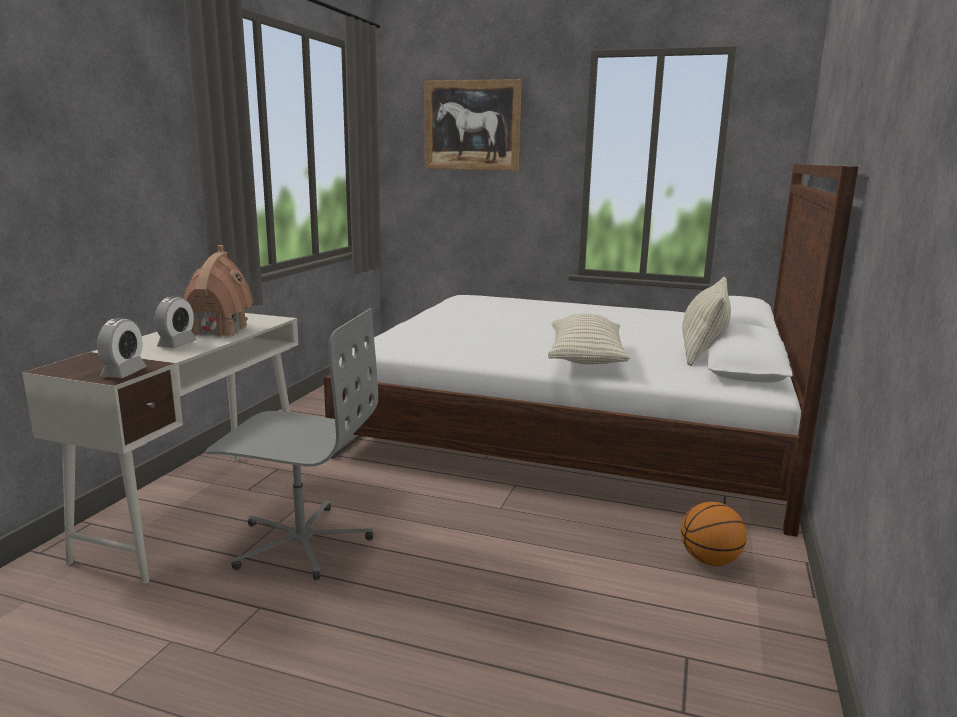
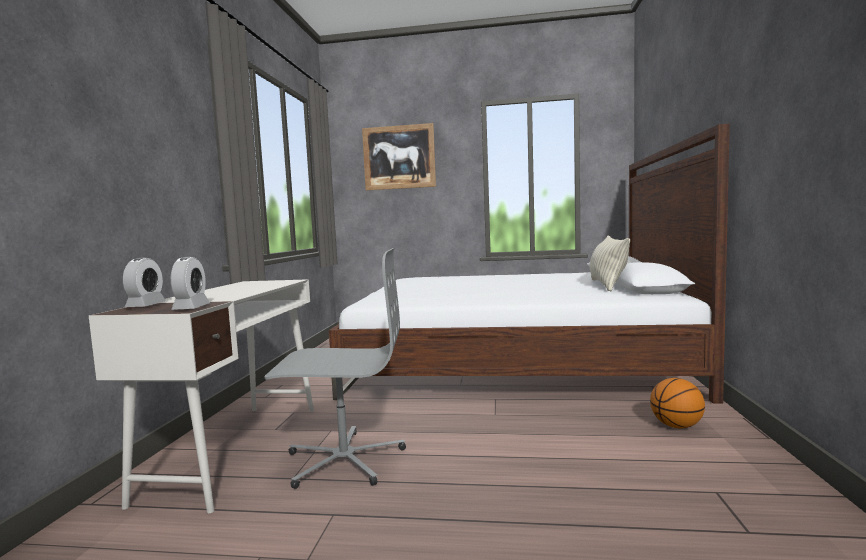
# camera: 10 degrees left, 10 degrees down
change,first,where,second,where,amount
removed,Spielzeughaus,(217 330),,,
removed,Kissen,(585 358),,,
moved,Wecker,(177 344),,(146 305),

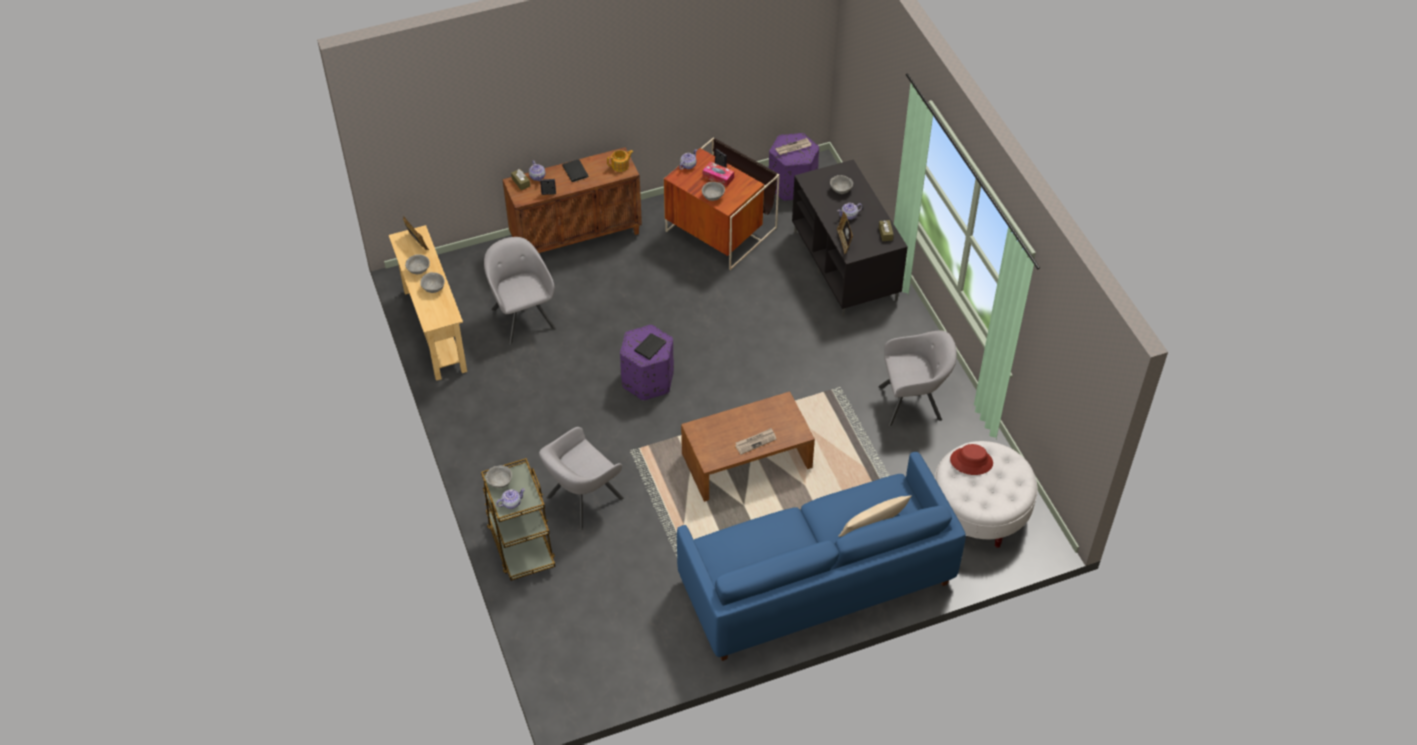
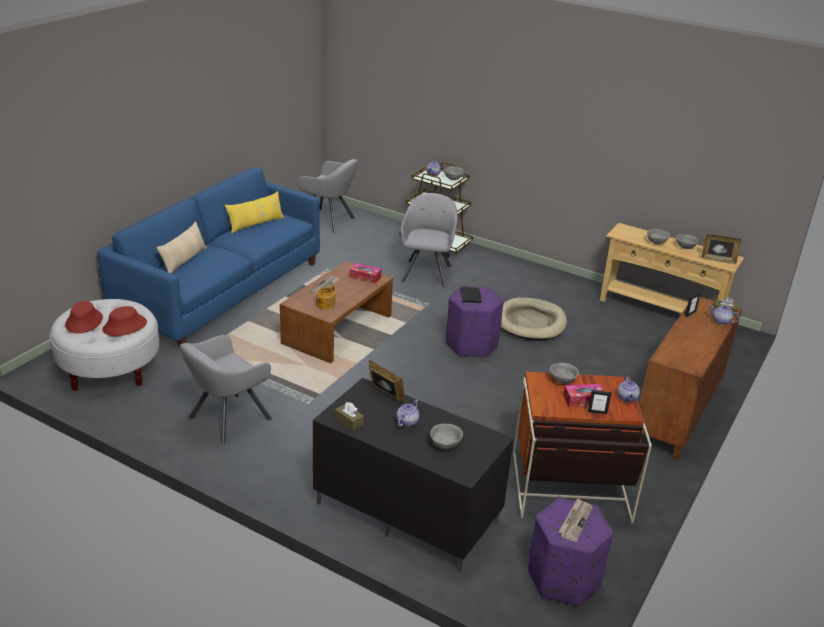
# camera: 140 degrees right, 20 degrees down
change,first,where,second,where,amount
removed,Buch (schwarz),(575 172),,,
added,,,Hut (rot),(84 321),
added,,,Kissen (gelb),(256 224),
added,,,Taschentuchbox,(365 277),
added,,,Hundebett (beige),(530 322),
moved,Sessel (grau),(522 316),,(329 221),
moved,Teekanne,(620 165),,(325 305),

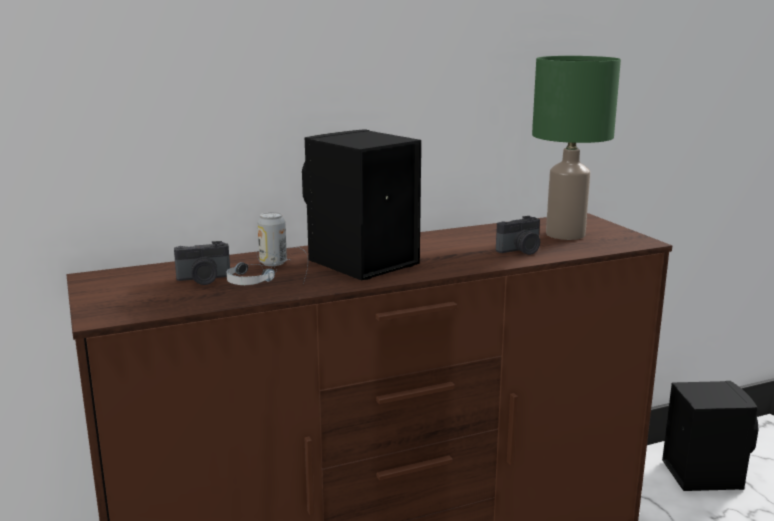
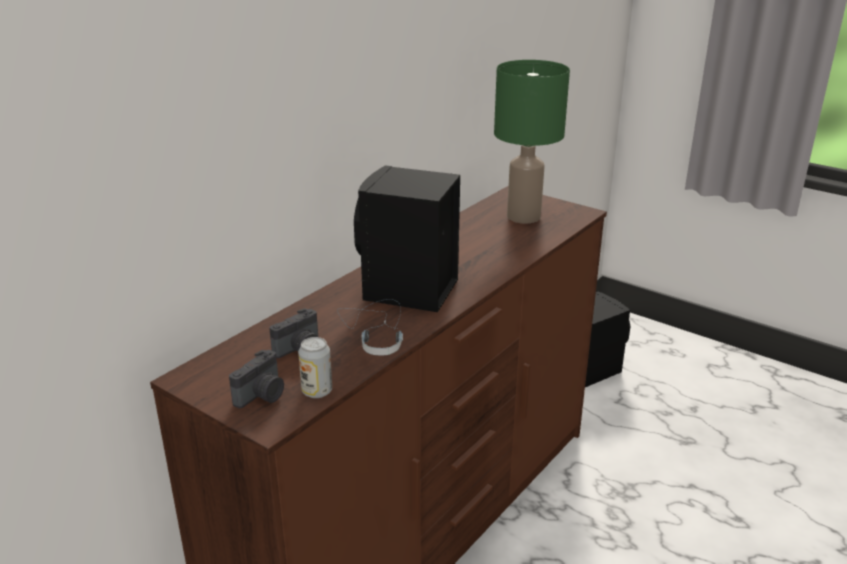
# camera: 30 degrees left, 10 degrees up
change,first,where,second,where,amount
moved,Dose,(273 263),,(317 391),
moved,Kamera,(521 251),,(262 395),

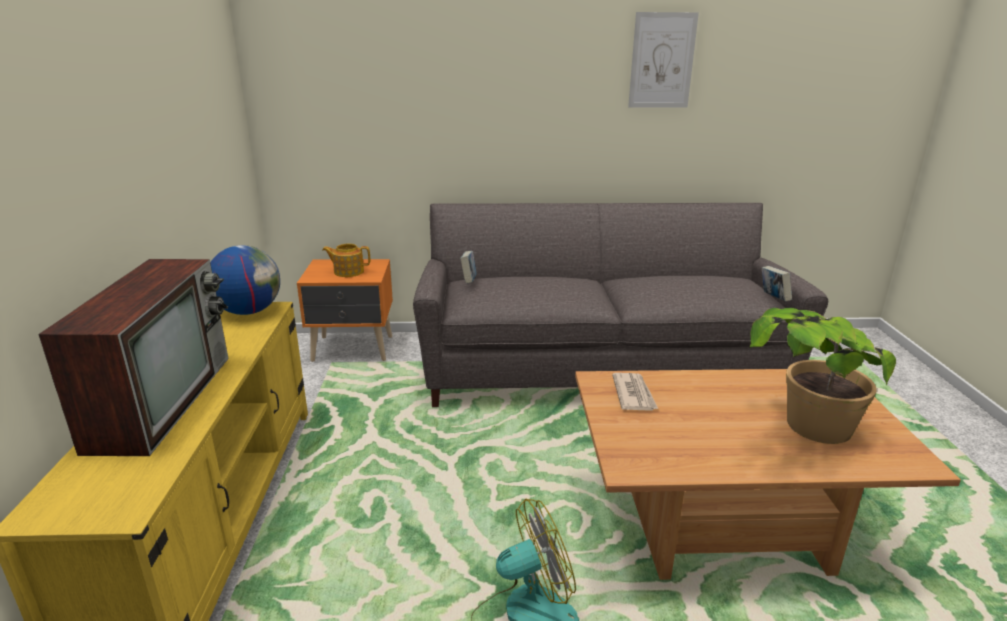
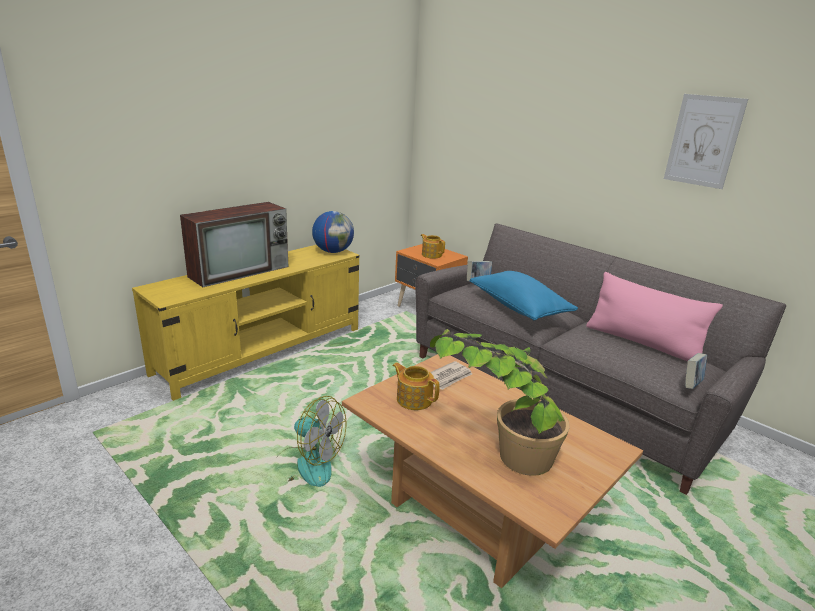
# camera: 45 degrees right, 0 degrees up
change,first,where,second,where,amount
added,,,Teekanne,(414 399),
added,,,Kissen (blau),(518 307),
added,,,Kissen (rosa),(642 343),

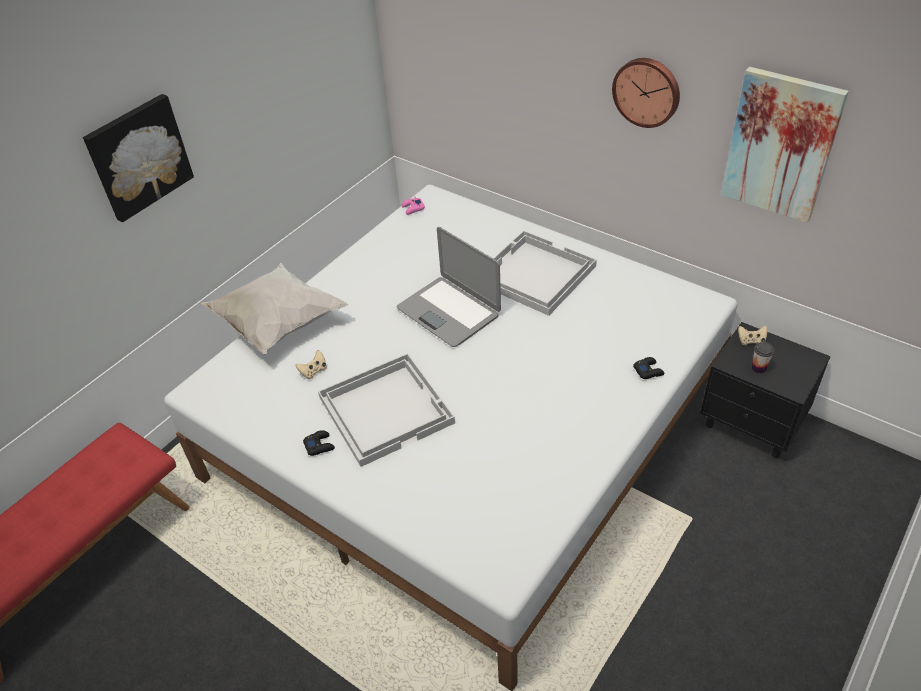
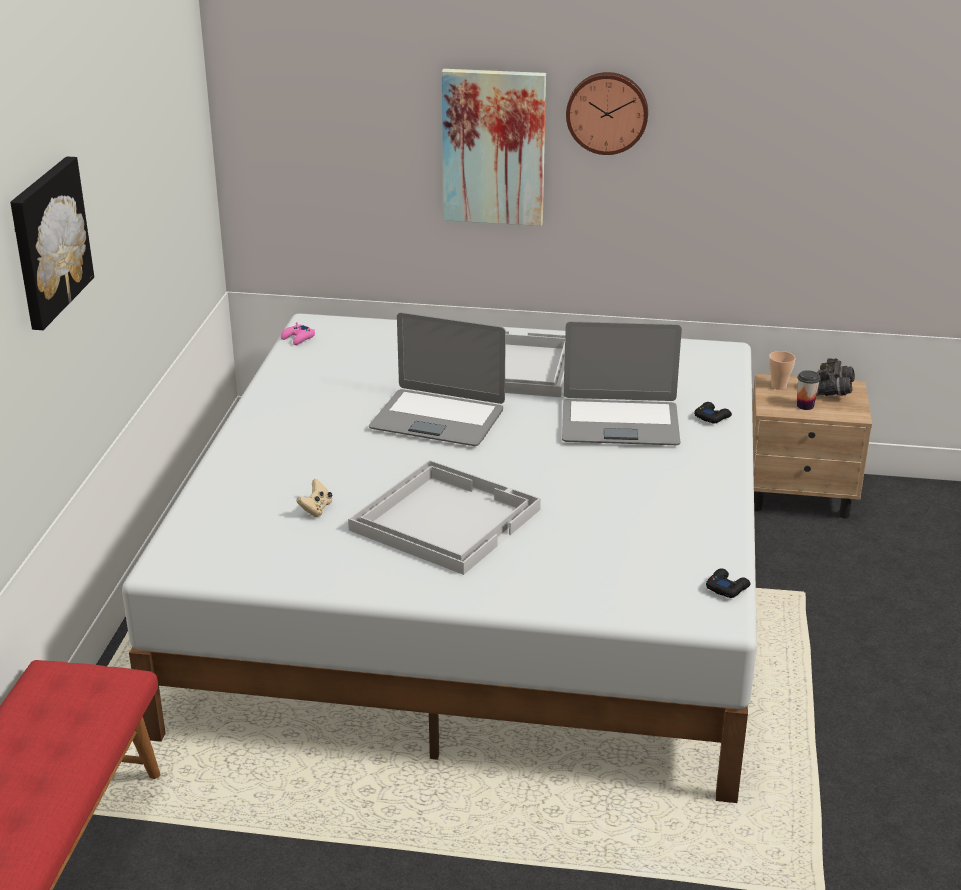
# camera: 30 degrees left, 15 degrees down
change,first,where,second,where,amount
removed,Kissen (weiß),(277 324),,,
added,,,Laptop,(620 424),
added,,,Fernglas (grau),(830 392),
moved,Gamepad (schwarz),(319 445),,(727 588),
moved,Bild,(781 145),,(494 147),
replaced,Gamepad (beige),(751 341),Tasse,(778 386),
recoloured,Nachttisch (schwarz),(753 423),Nachttisch (beige),(800 495),

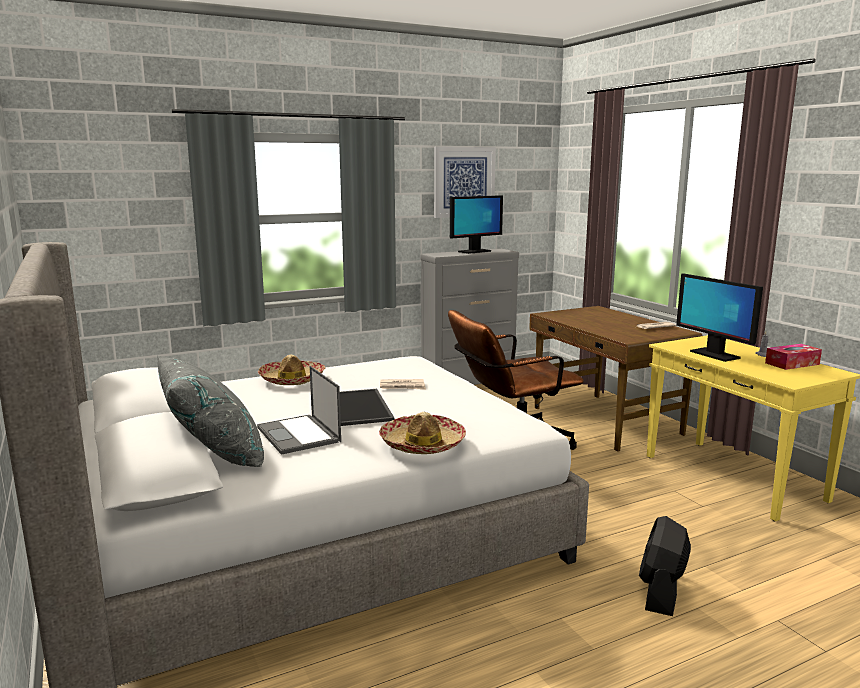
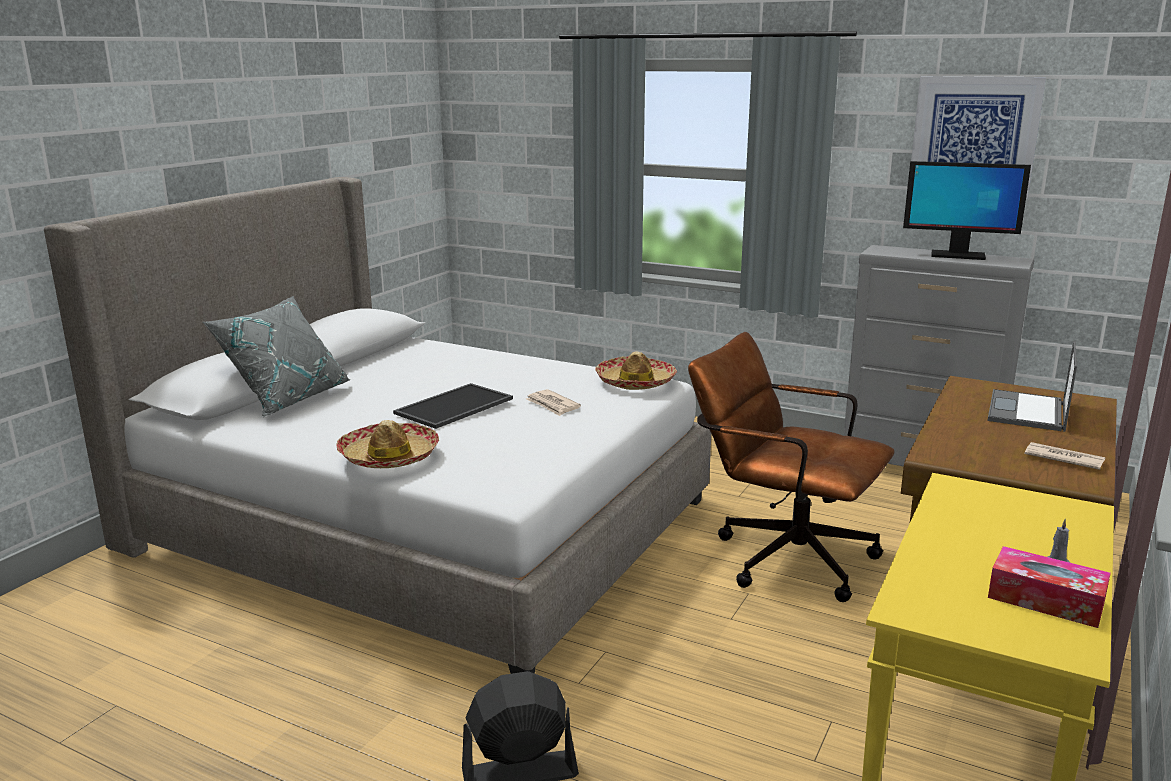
# camera: 55 degrees right, 5 degrees up
change,first,where,second,where,amount
removed,Monitor,(714 355),,,
moved,Laptop,(299 435),,(1027 412),
moved,Hut,(292 380),,(635 382),

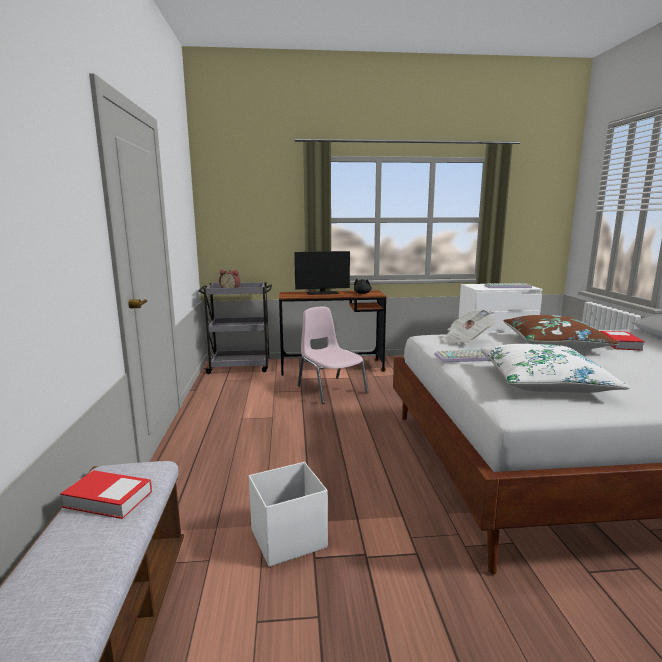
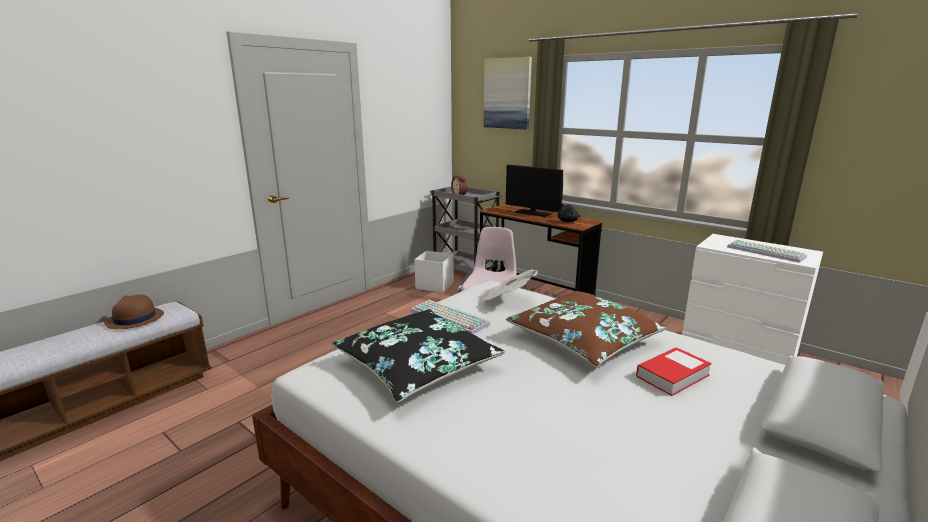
# camera: 45 degrees right, 5 degrees up
change,first,where,second,where,amount
added,,,Bild,(507 93),
moved,Aufbewahrungsbox (weiß),(287 539),,(434 286),
replaced,Buch,(108 499),Hut (braun),(134 319),
recoloured,Kissen (weiß),(544 382),Kissen (schwarz),(417 365),

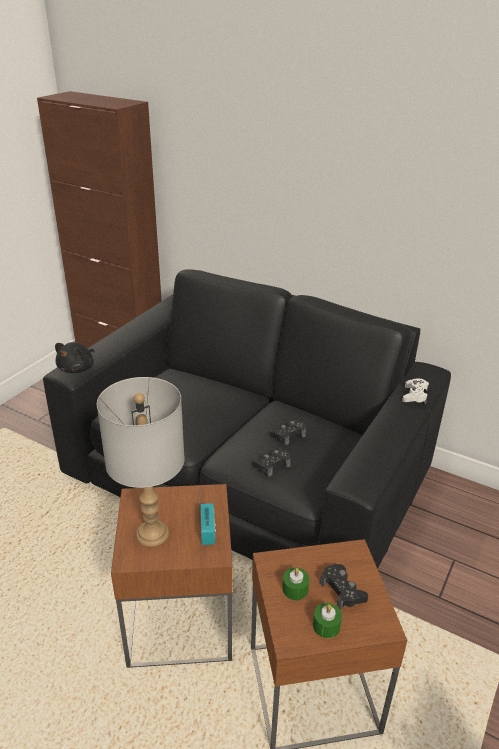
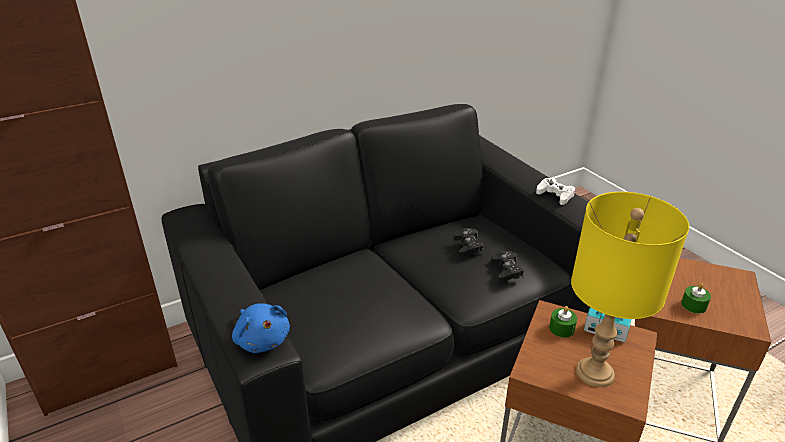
# camera: 60 degrees left, 0 degrees up
change,first,where,second,where,amount
removed,Gamepad (schwarz),(342 590),,,
moved,Kerze (grün),(326 625),,(561 328),
moved,Gamepad (weiß),(415 395),,(555 195),
recoloured,Plüschtier (schwarz),(77 368),Plüschtier (blau),(262 339),
recoloured,Tischlampe (grau),(152 534),Tischlampe (gelb),(595 372),

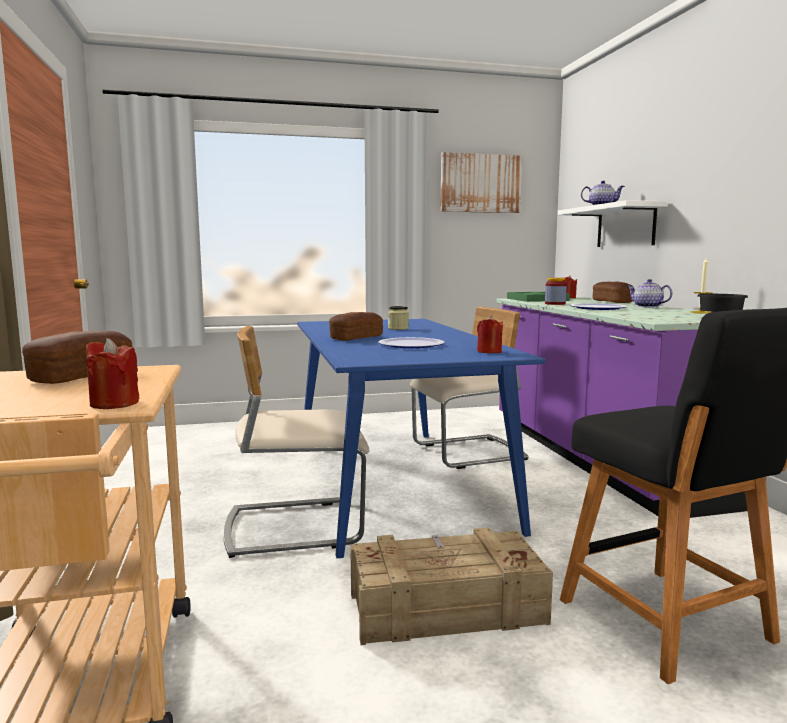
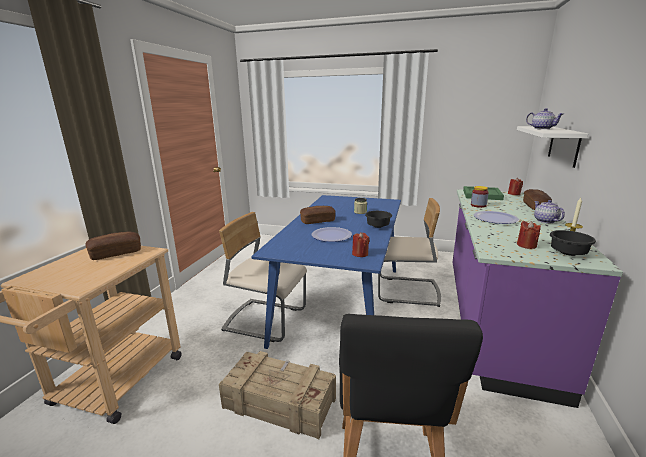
# camera: 30 degrees right, 10 degrees up
change,first,where,second,where,amount
removed,Bild,(480 183),,,
added,,,Schüssel (schwarz),(378 226),
moved,Kerze (rot),(114 403),,(526 245),

